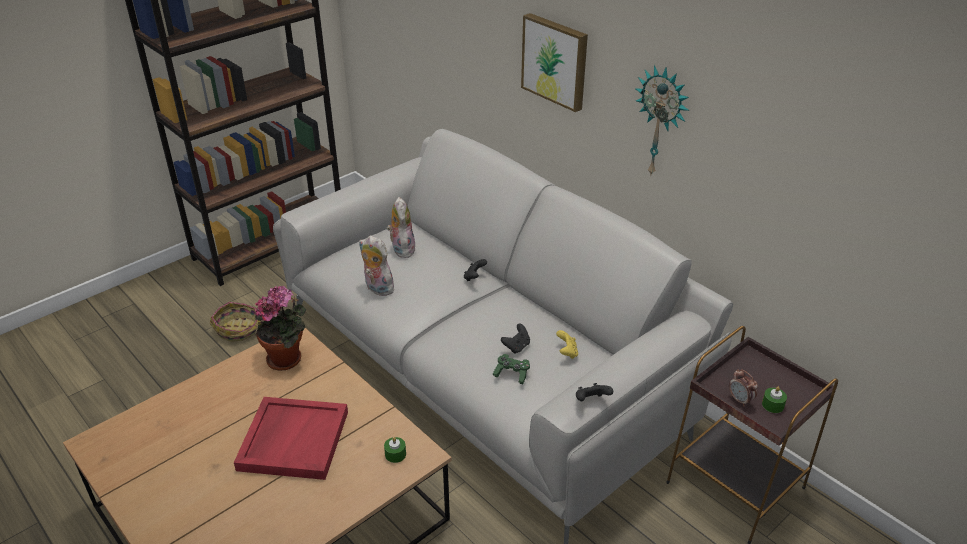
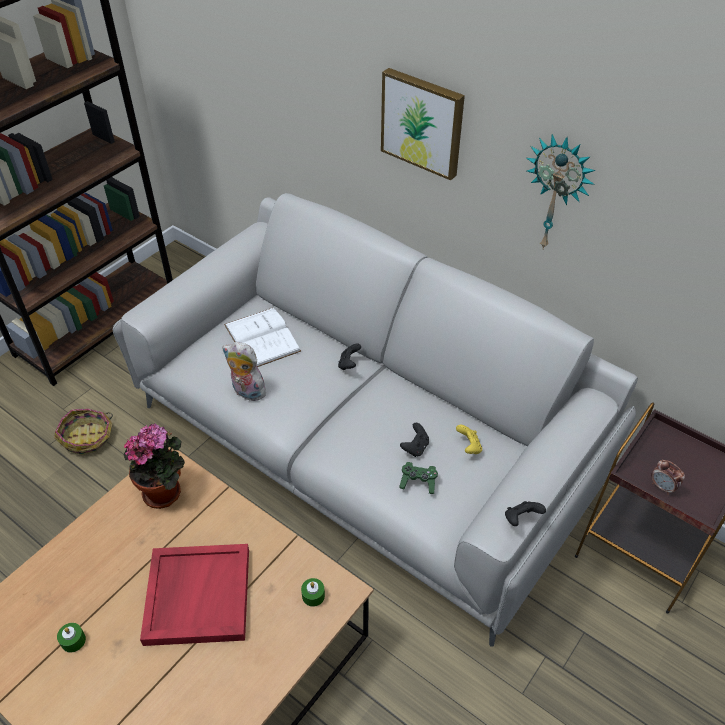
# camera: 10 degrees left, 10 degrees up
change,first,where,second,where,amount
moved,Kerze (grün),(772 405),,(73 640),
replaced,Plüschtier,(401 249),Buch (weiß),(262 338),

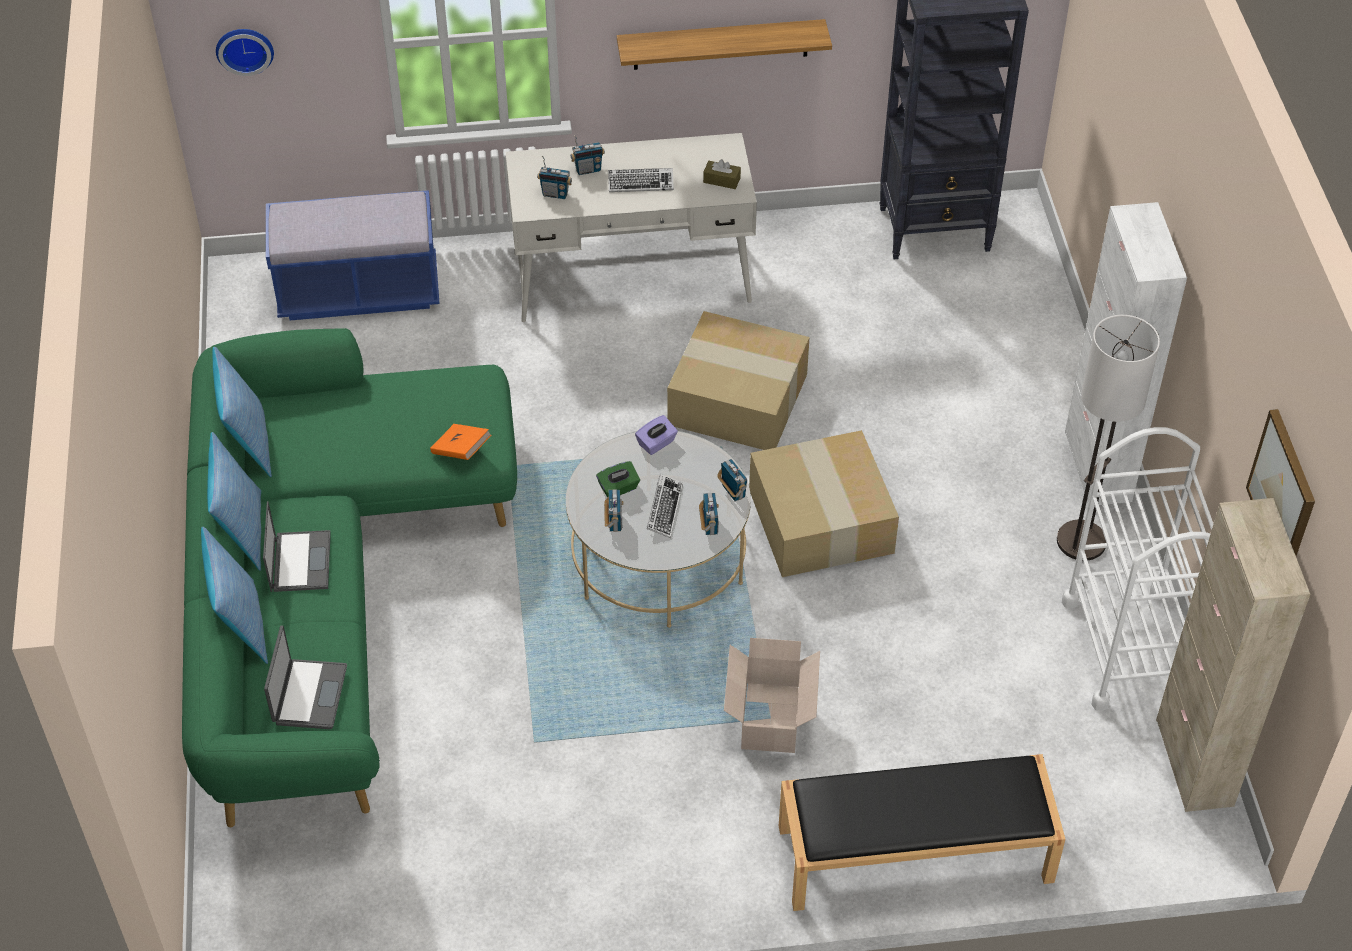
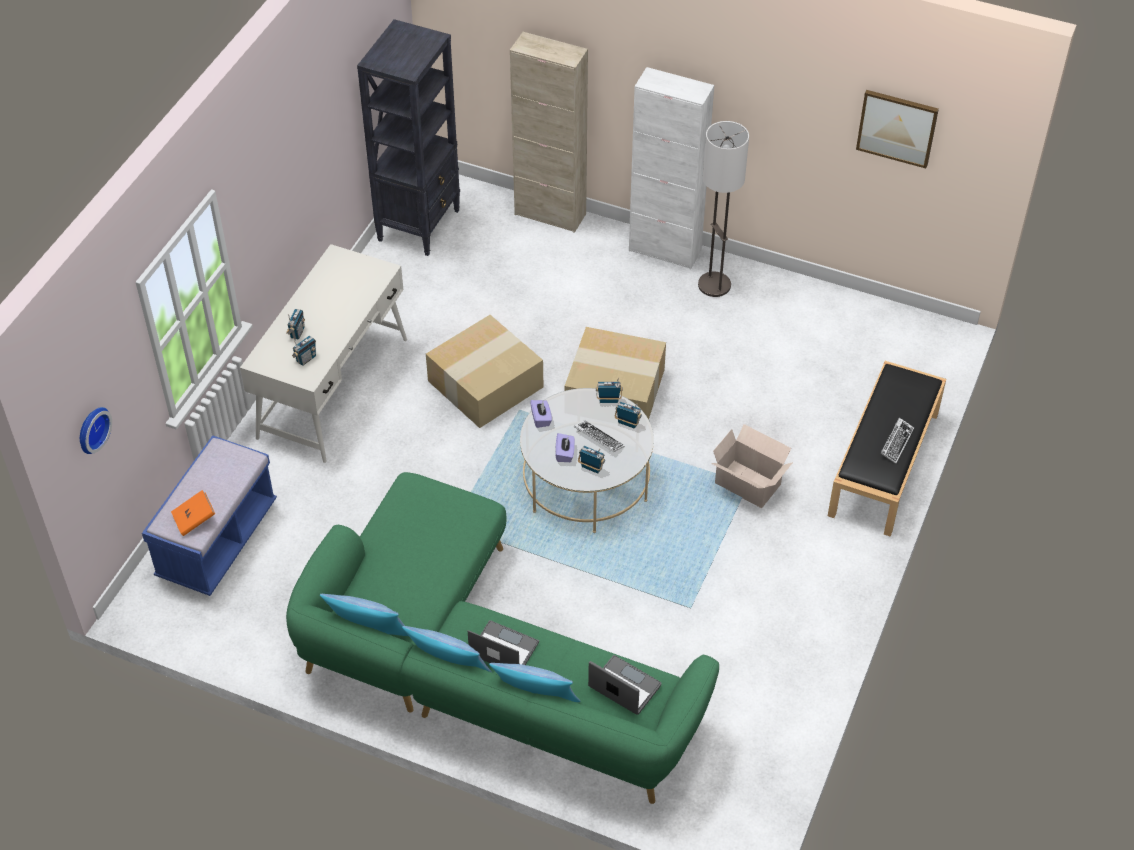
# camera: 60 degrees left, 0 degrees up
change,first,where,second,where,amount
removed,Wandregal,(721 44),,,
removed,Taschentuchbox (braun),(721 180),,,
removed,Rollwagen (weiß),(1129 647),,,
moved,Buch (orange),(461 451),,(194 519),
moved,Tastatur,(640 183),,(896 443),
moved,Schrank (beige),(1194 762),,(550 214),
recoloured,Taschentuchbox (grün),(618 488),Taschentuchbox (lila),(565 453),

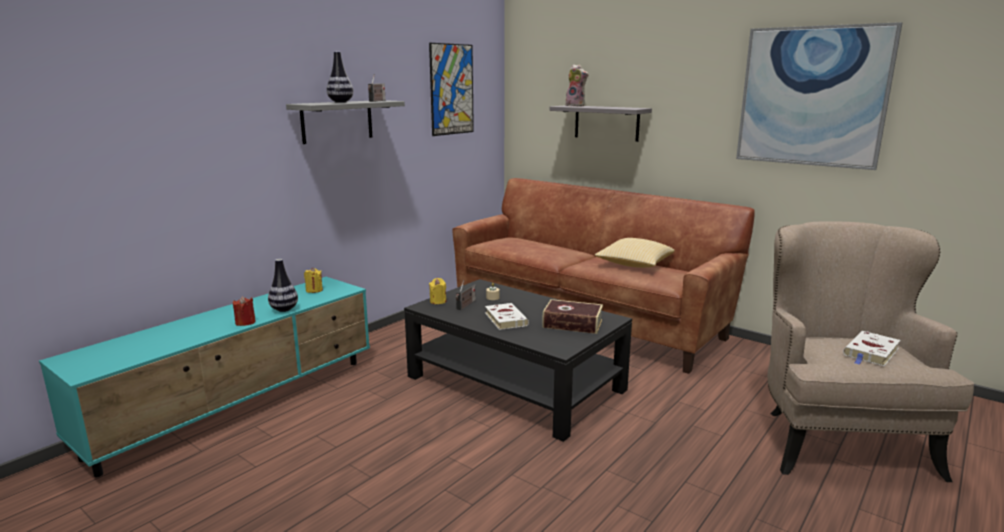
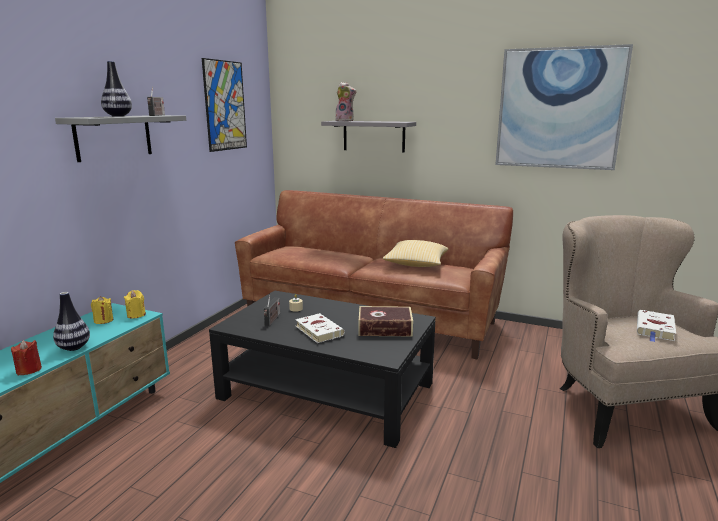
# camera: 15 degrees left, 0 degrees up
change,first,where,second,where,amount
moved,Kerze (gelb),(438 301),,(136 315),

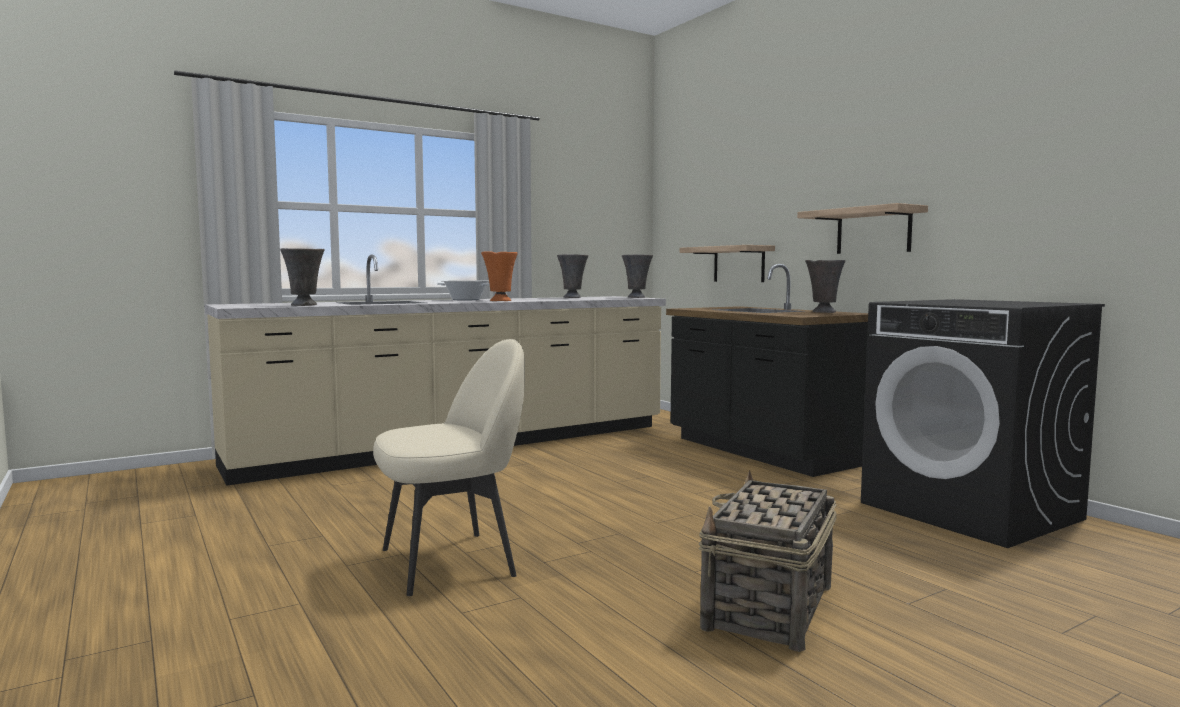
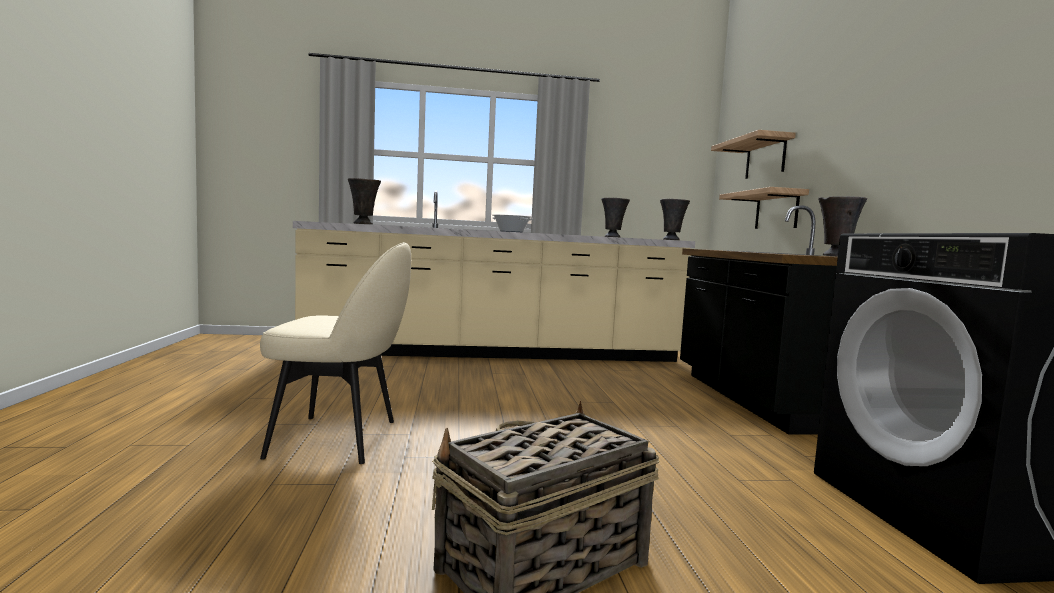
# camera: 25 degrees right, 0 degrees up
change,first,where,second,where,amount
removed,Vase (orange),(499 301),,,
moved,Wandregal,(873 231),,(765 158),

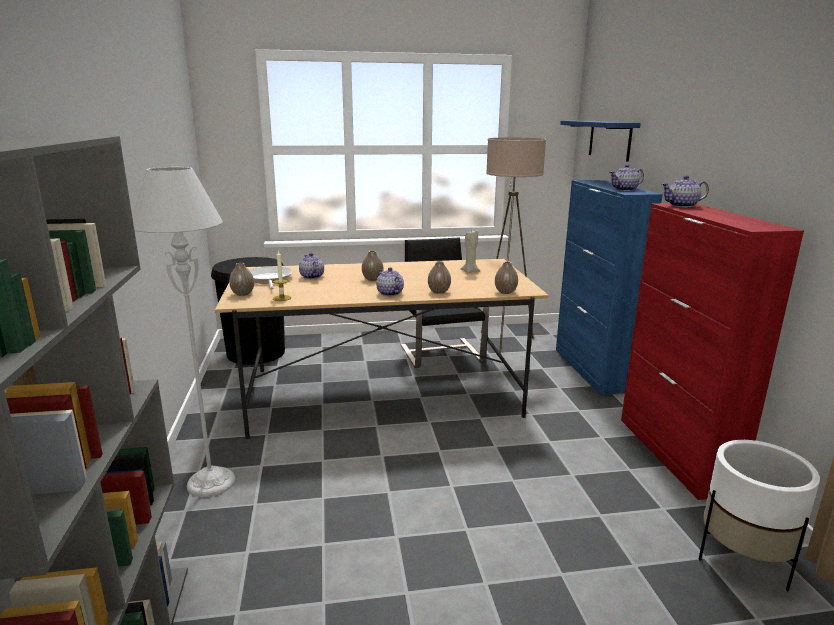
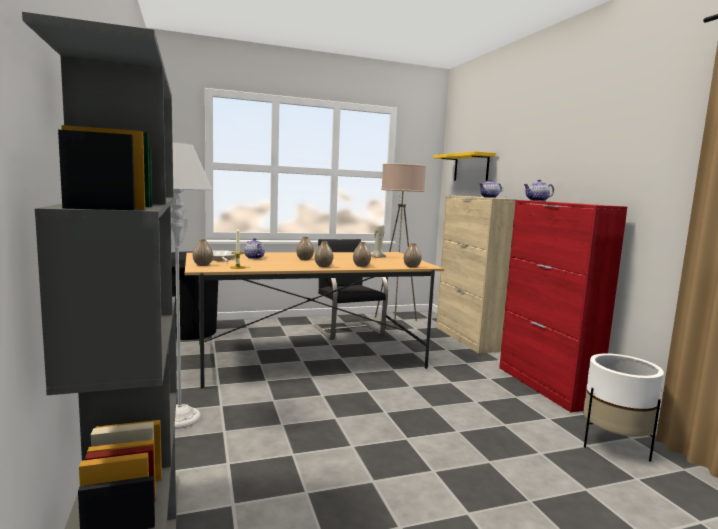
# camera: 10 degrees left, 10 degrees down
change,first,where,second,where,amount
replaced,Teekanne,(389 293),Vase,(323 266),
recoloured,Schrank (blau),(591 369),Schrank (beige),(467 338),
recoloured,Wandregal (blau),(609 140),Wandregal (gelb),(471 167),

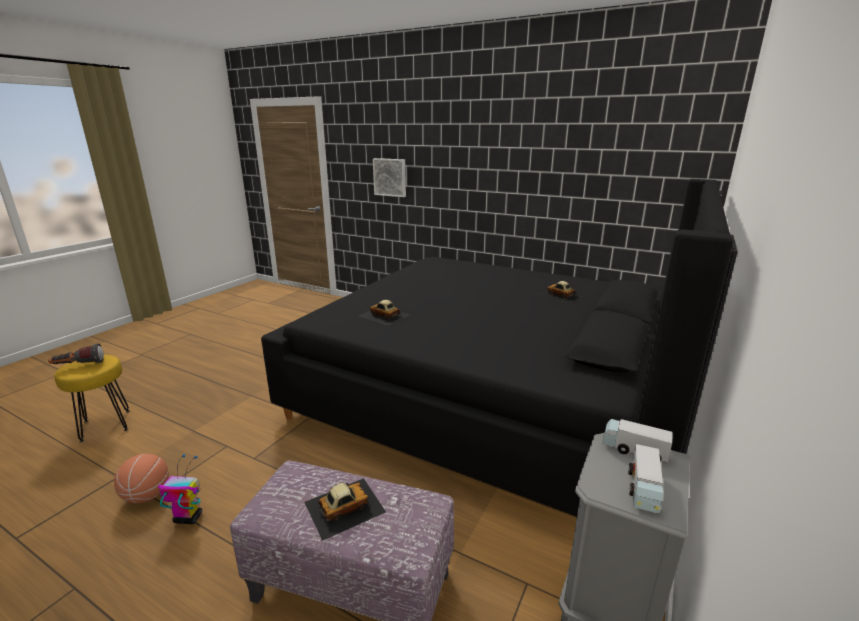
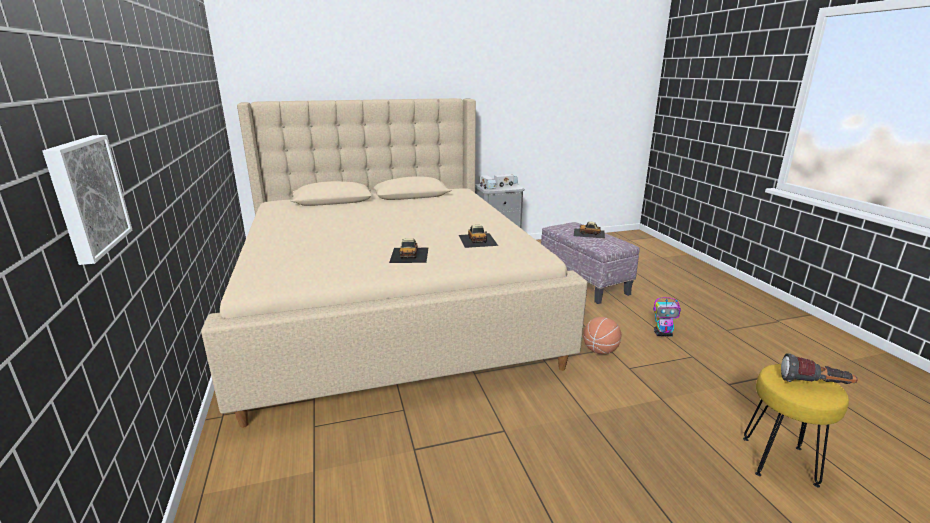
# camera: 135 degrees left, 0 degrees up
change,first,where,second,where,amount
moved,Basketball,(147 495),,(600 350),
moved,Spielzeugauto,(559 295),,(409 254),
recoloured,Bett (schwarz),(492 395),Bett (beige),(390 309),
turned,Spielzeugroboter,(187 518),,(663 334),45 degrees counterclockwise

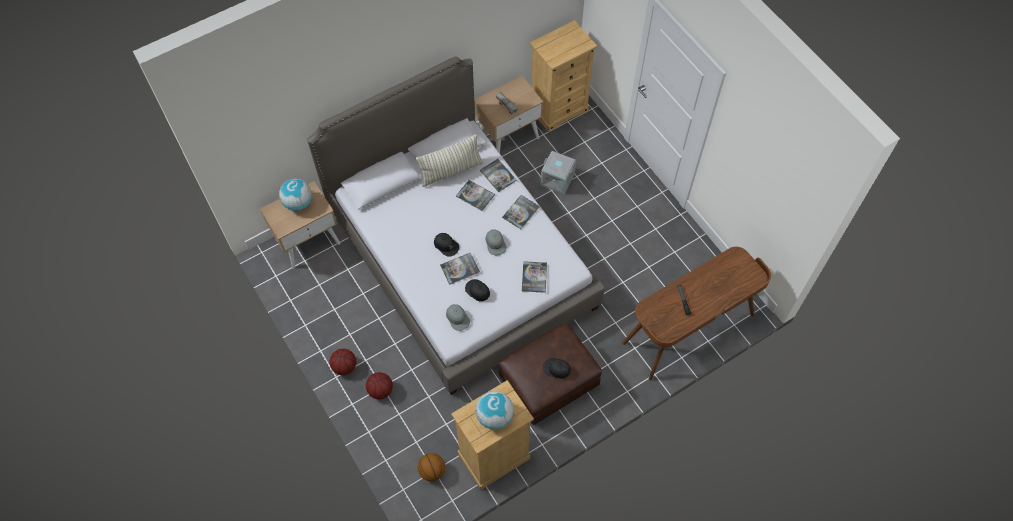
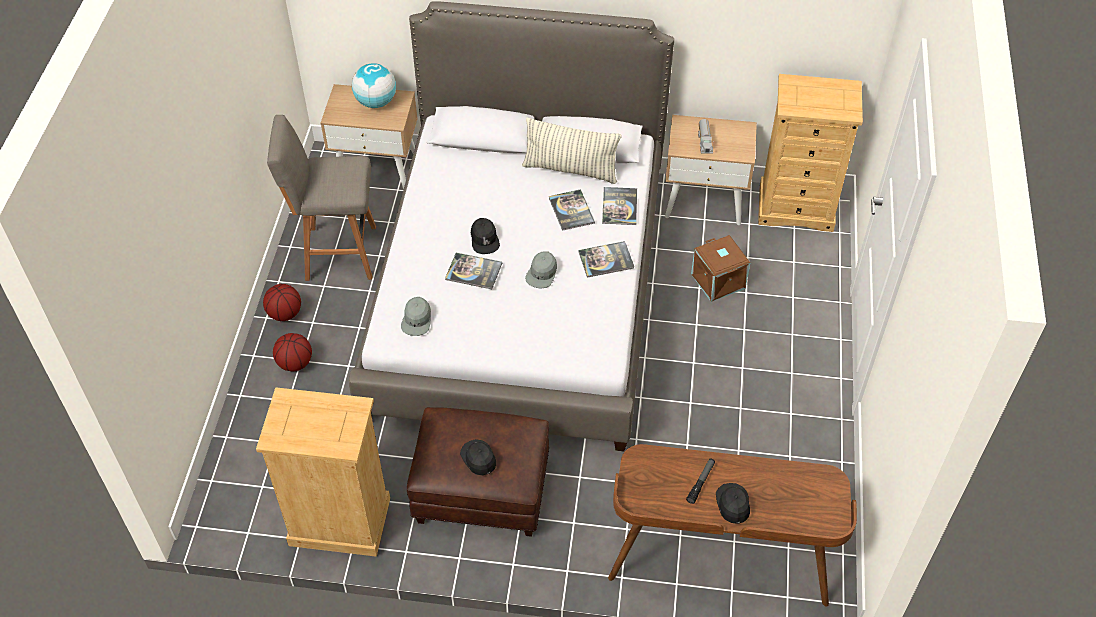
# camera: 40 degrees right, 10 degrees down
change,first,where,second,where,amount
removed,Basketball,(432 471),,,
removed,Globus,(494 416),,,
removed,Buch,(534 277),,,
added,,,Hocker (grau),(337 253),
moved,Kappe (schwarz),(477 291),,(733 504),
recoloured,Aufbewahrungsbox (grau),(558 179),Aufbewahrungsbox (braun),(719 281),

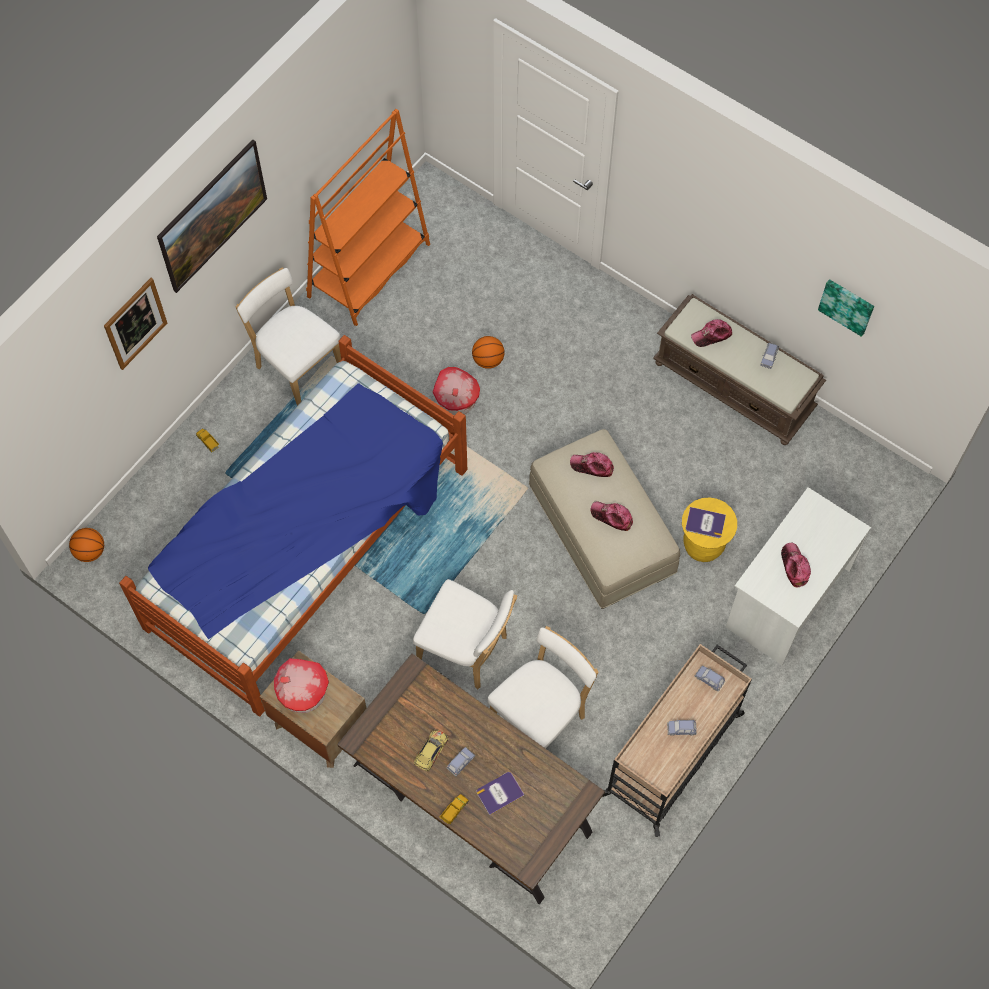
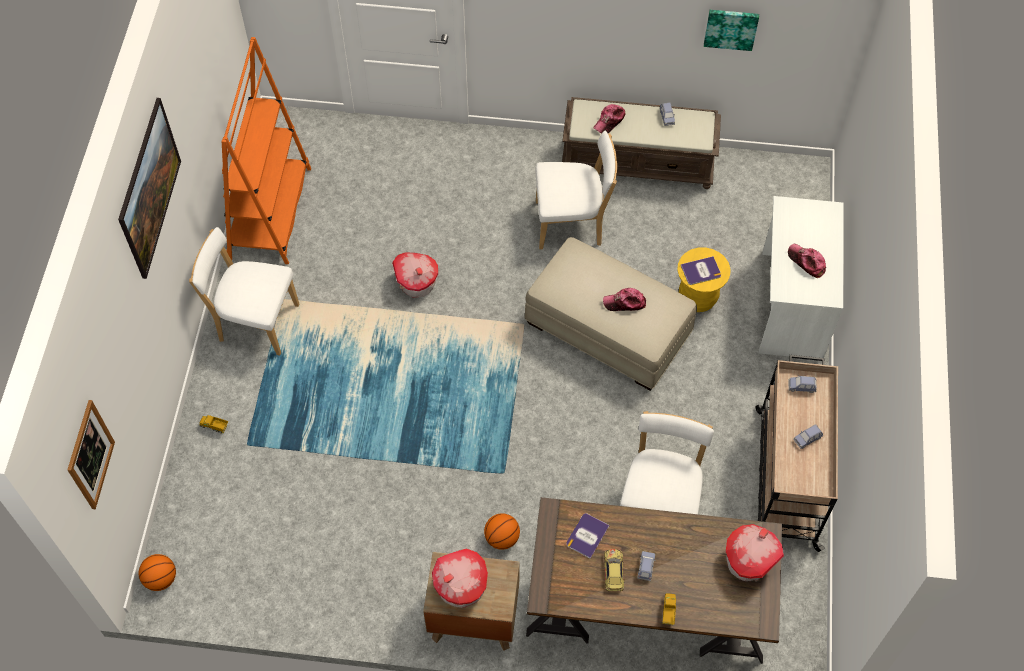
# camera: 30 degrees left, 5 degrees down
change,first,where,second,where,amount
removed,Bett,(310 548),,,
removed,Kappe,(592 466),,,
added,,,Spielzeughaus,(749 561),
moved,Bild,(135 323),,(90 455),
moved,Stuhl (weiß),(466 650),,(572 224),
moved,Basketball,(488 360),,(502 538),
moved,Buch,(499 793),,(587 535),

